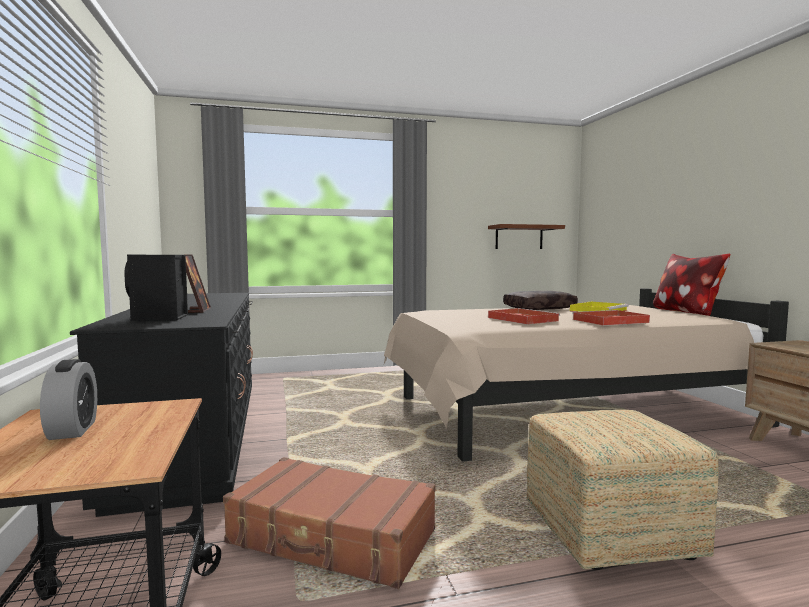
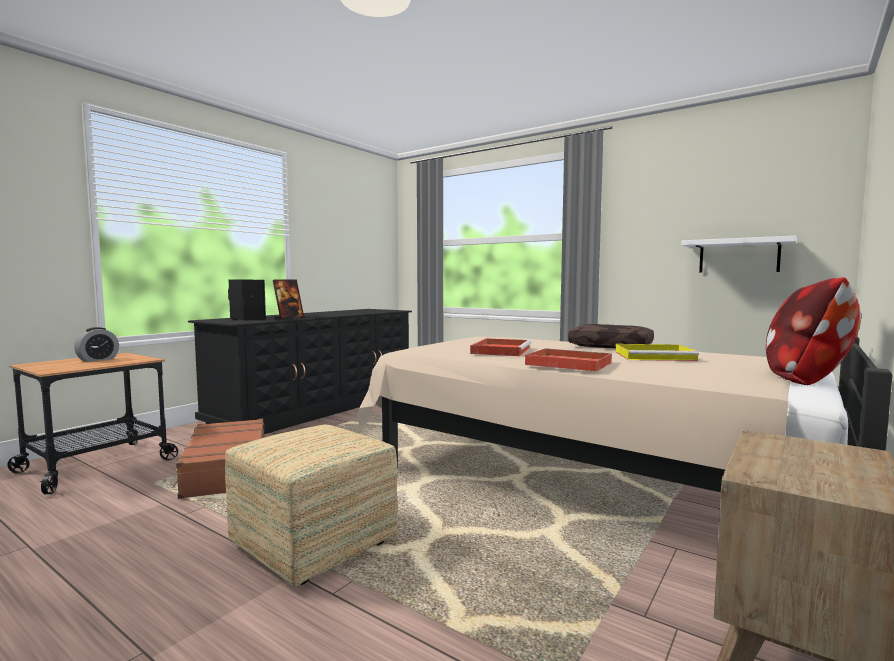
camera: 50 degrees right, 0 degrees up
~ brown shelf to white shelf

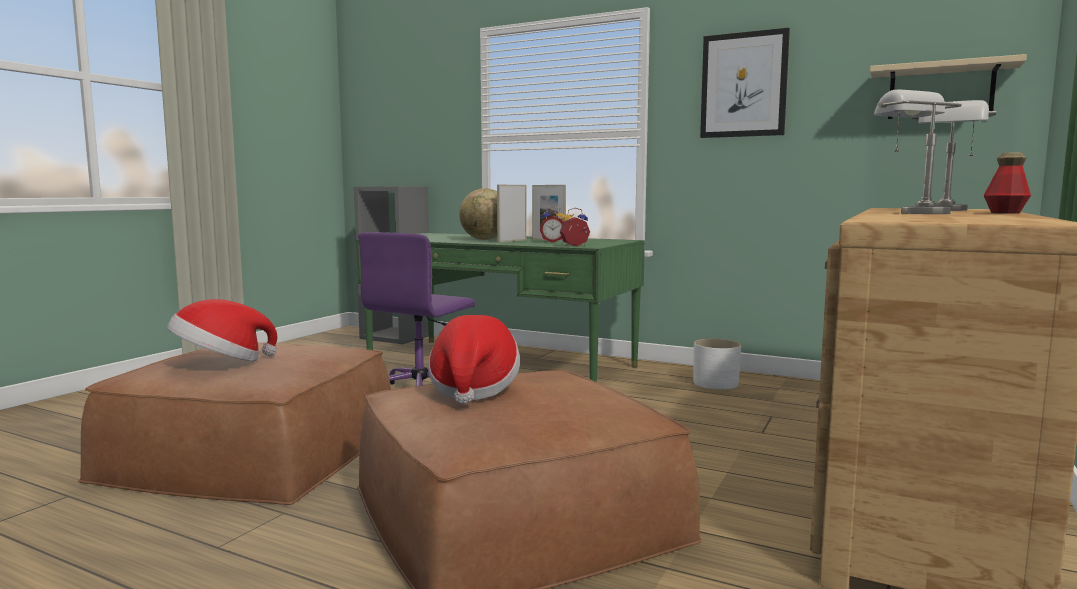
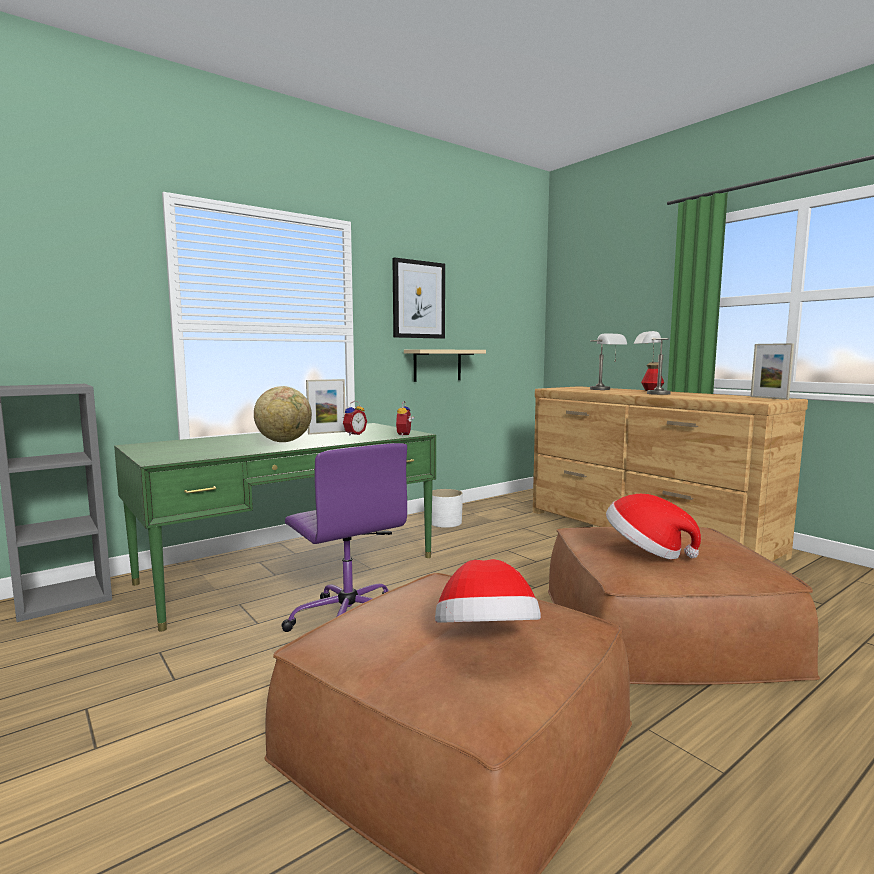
camera: 65 degrees left, 0 degrees up
~ picture frame (no. 1 from left in the first image) to picture frame (no. 2 from left)
~ beige shelf

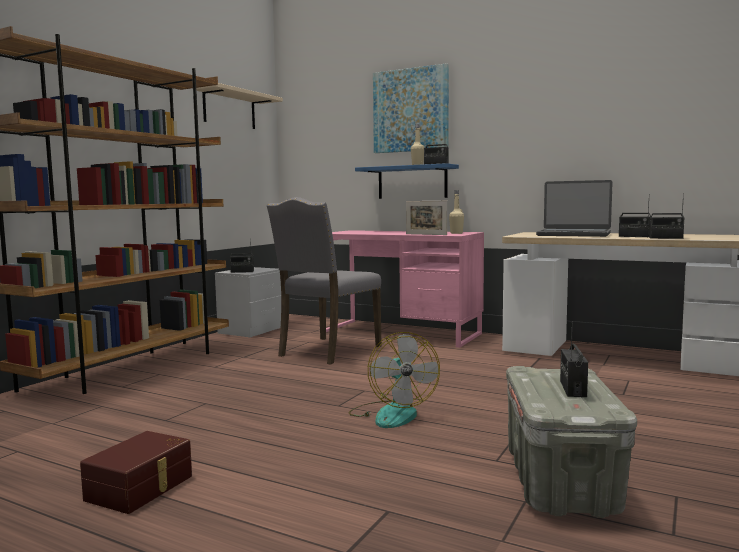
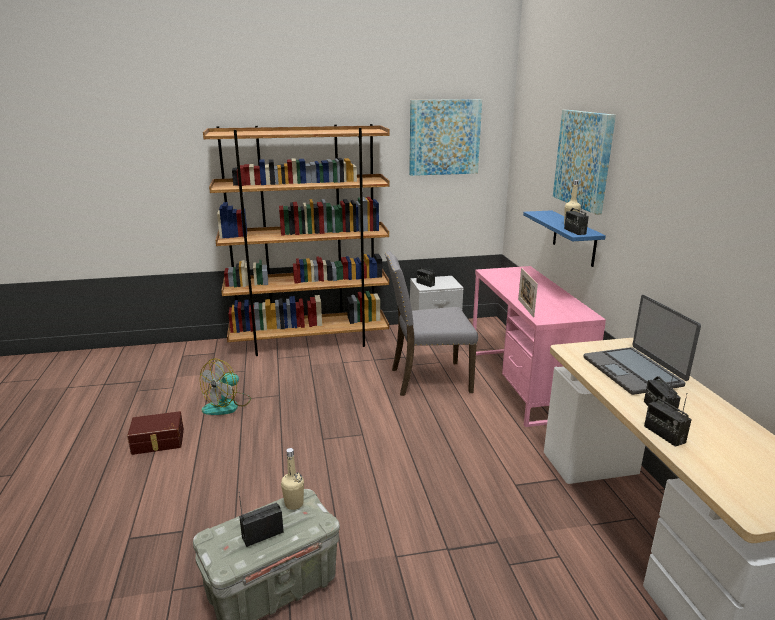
camera: 50 degrees right, 15 degrees up
~ fan
~ beige bottle (no. 2 from left in the first image) to beige bottle (no. 1 from left)
~ beige shelf to picture (no. 1 from left)

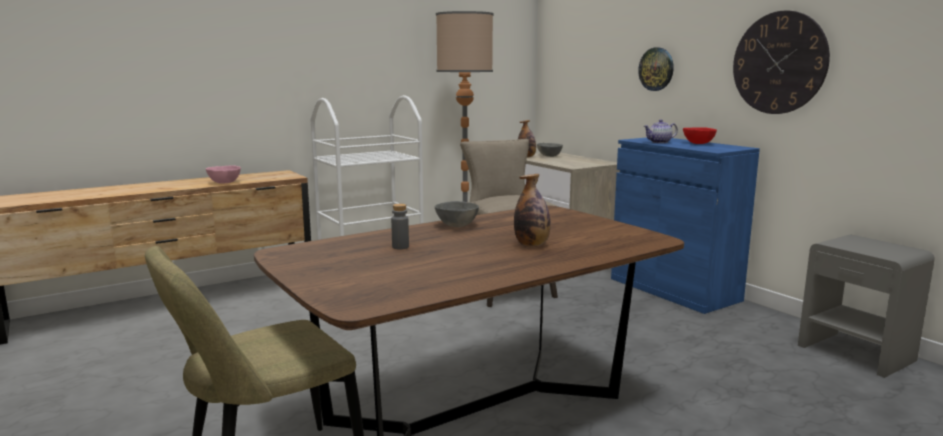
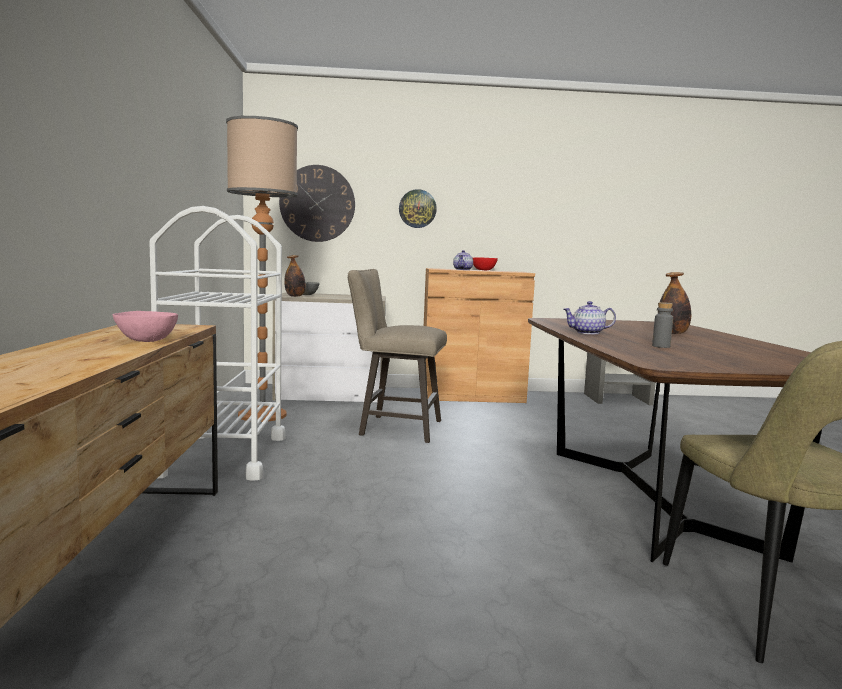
camera: 60 degrees left, 5 degrees down
~ wall clock (no. 2 from left in the first image) to wall clock (no. 1 from left)
~ grey bowl (no. 1 from left) to teapot (no. 2 from left)
~ blue cabinet to brown cabinet

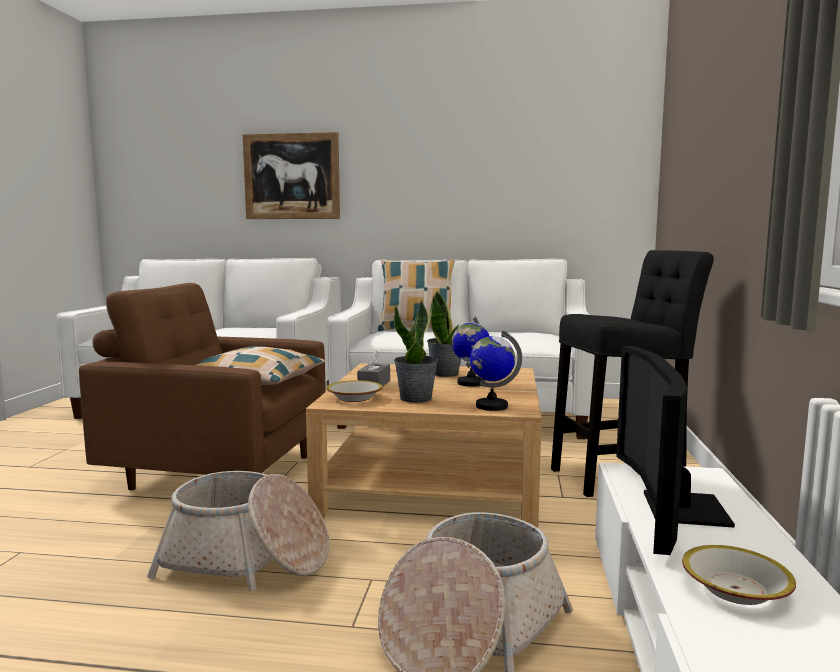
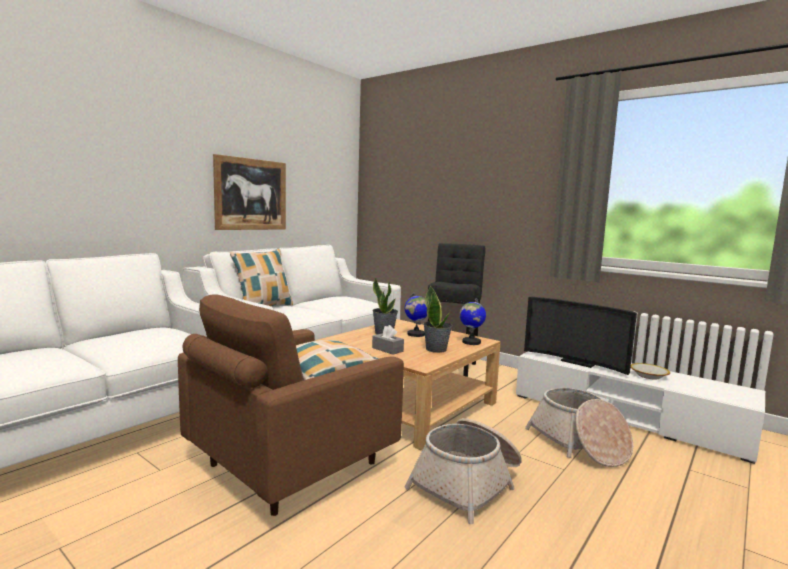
camera: 60 degrees left, 0 degrees up
- bowl (no. 1 from left)
~ picture

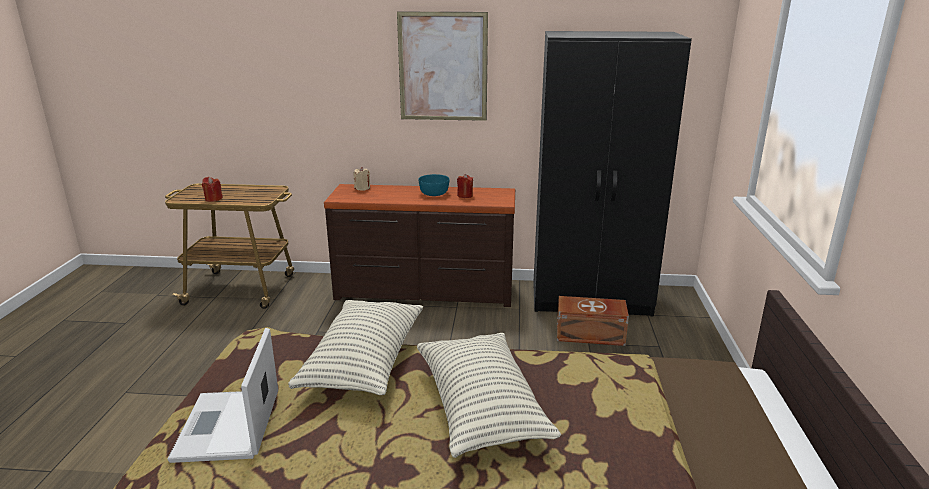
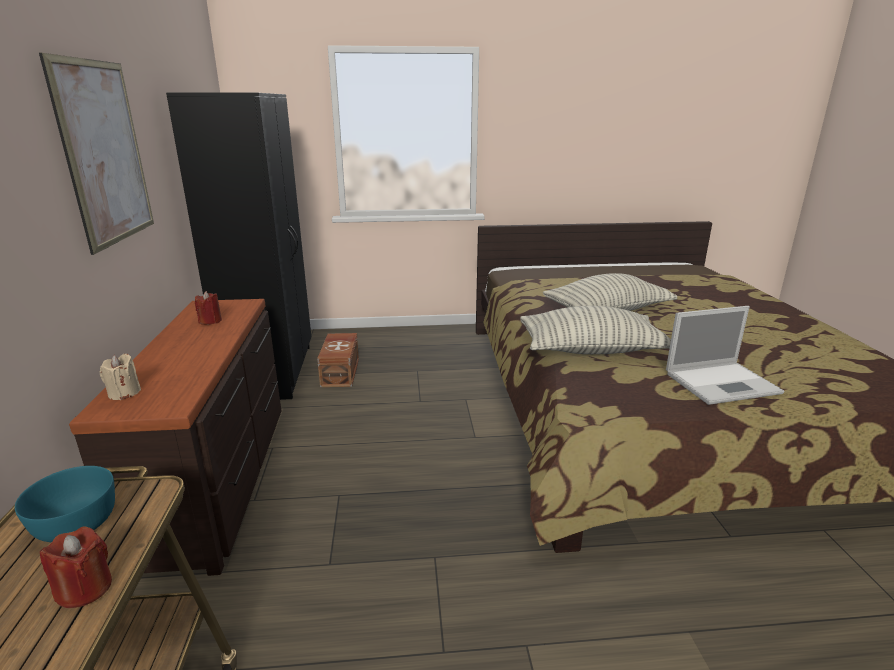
camera: 100 degrees left, 0 degrees up
~ turquoise bowl

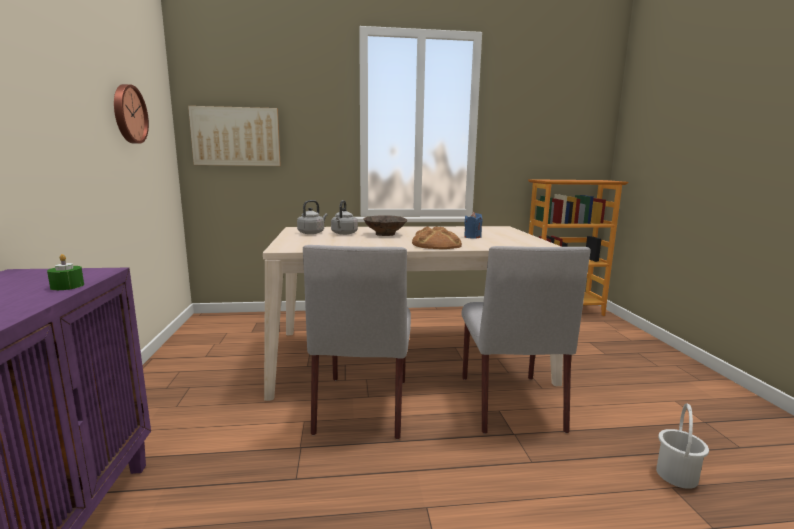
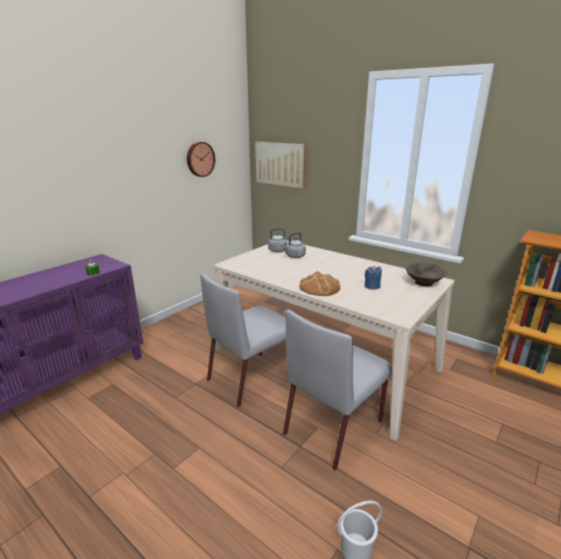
camera: 45 degrees right, 10 degrees up
~ brown bowl

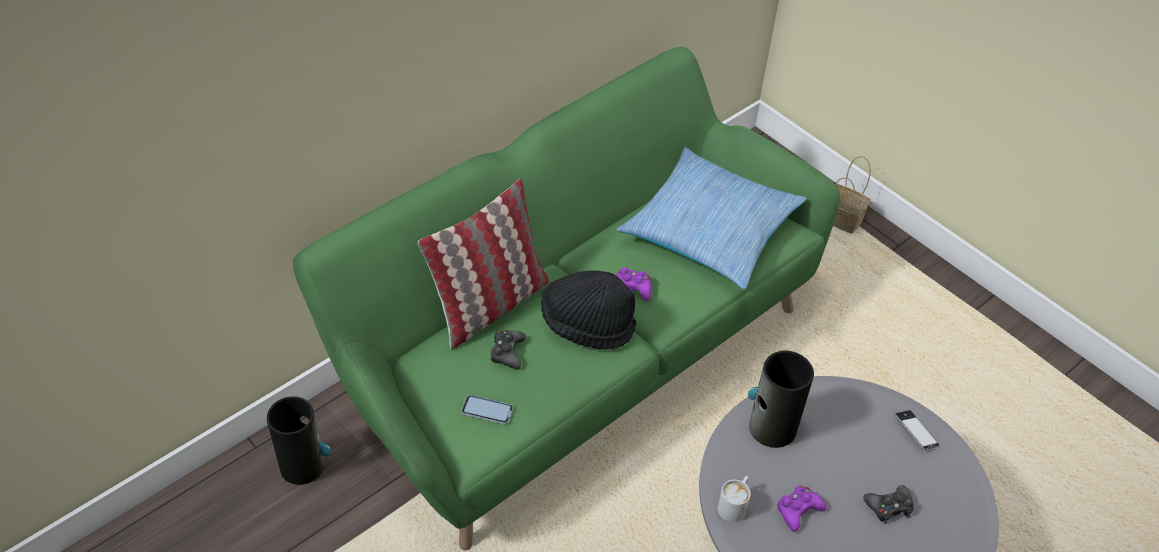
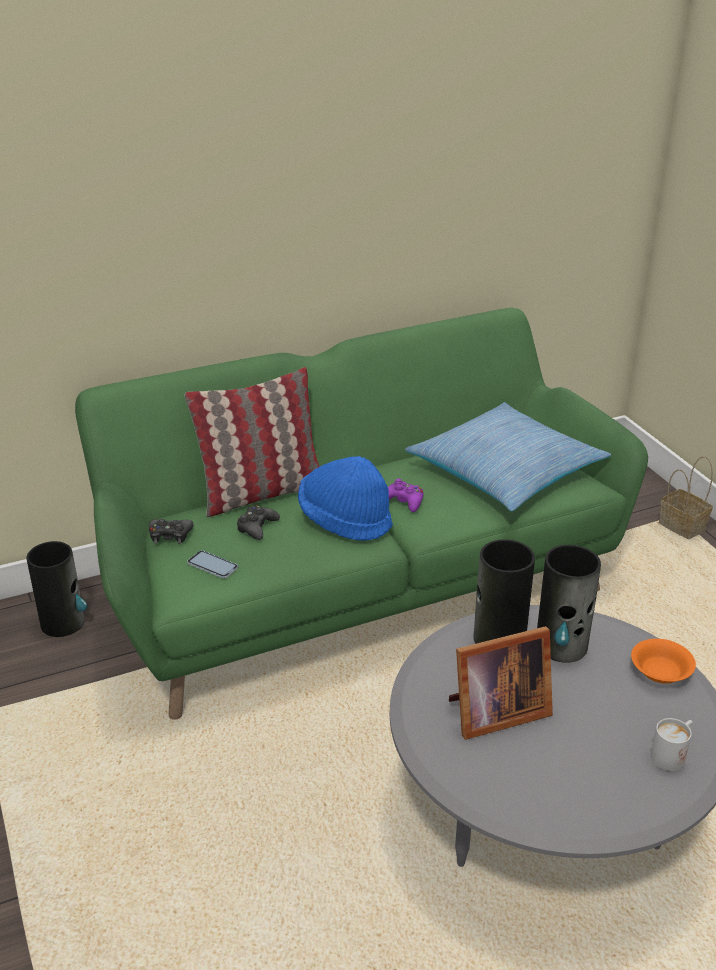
camera: 20 degrees right, 15 degrees down
+ vase (no. 3 from left)
~ white mug
~ black game controller (no. 2 from left in the first image) to black game controller (no. 1 from left)
~ purple game controller (no. 2 from left) to picture frame
~ phone (no. 2 from left) to orange bowl
~ black hat to blue hat

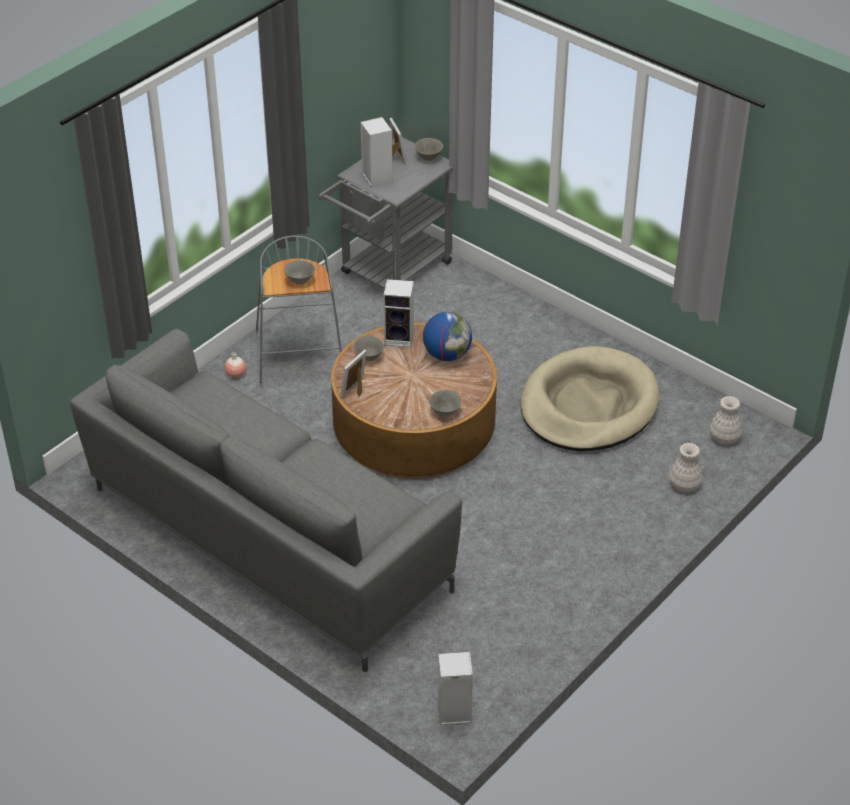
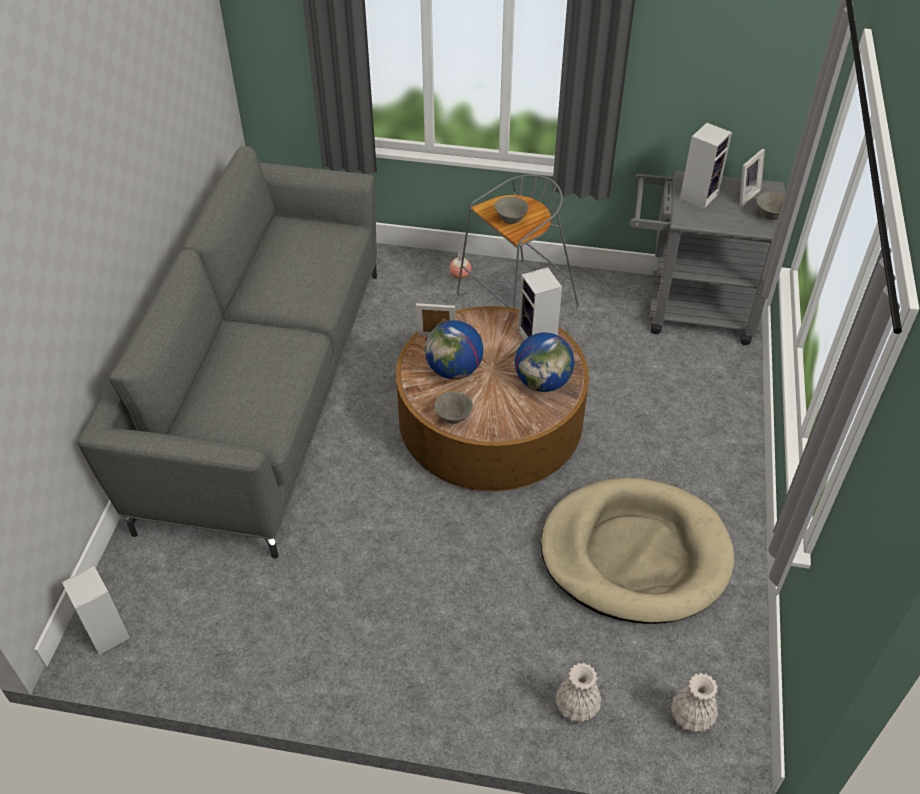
camera: 60 degrees right, 5 degrees up
- grey bowl (no. 2 from left)
+ globe (no. 1 from left)

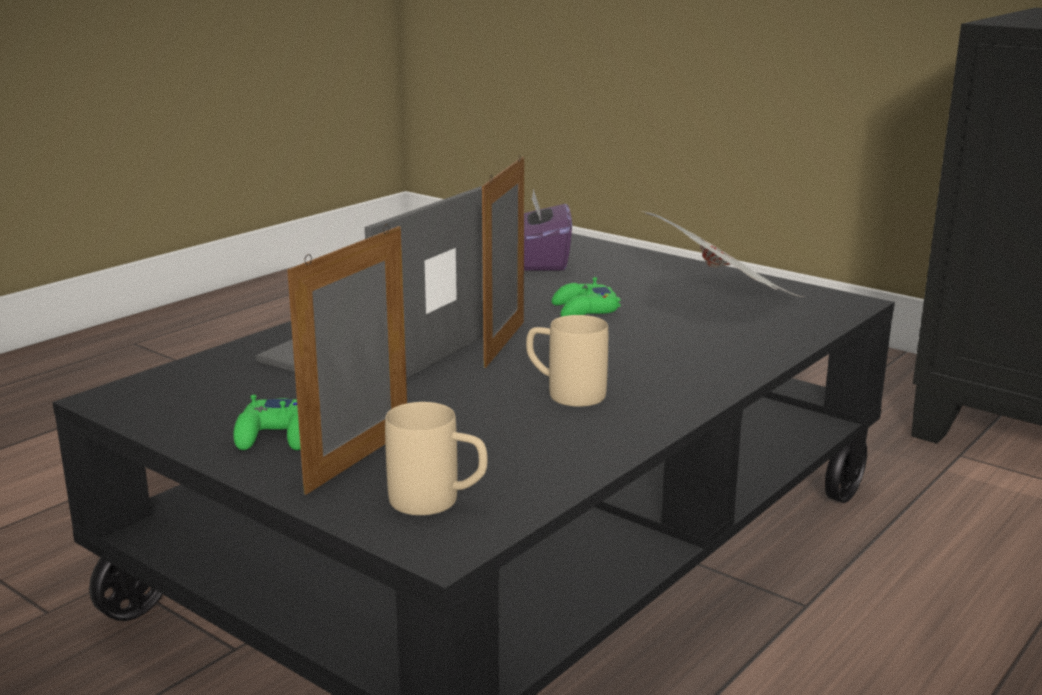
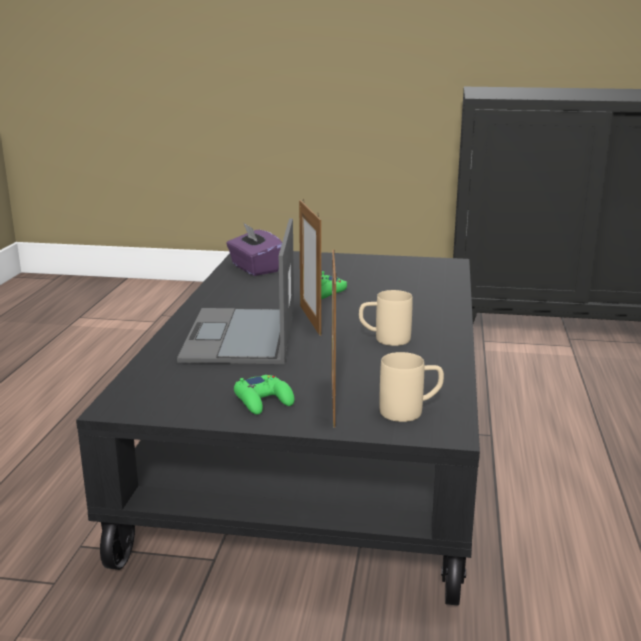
camera: 30 degrees left, 0 degrees up
- newspaper

